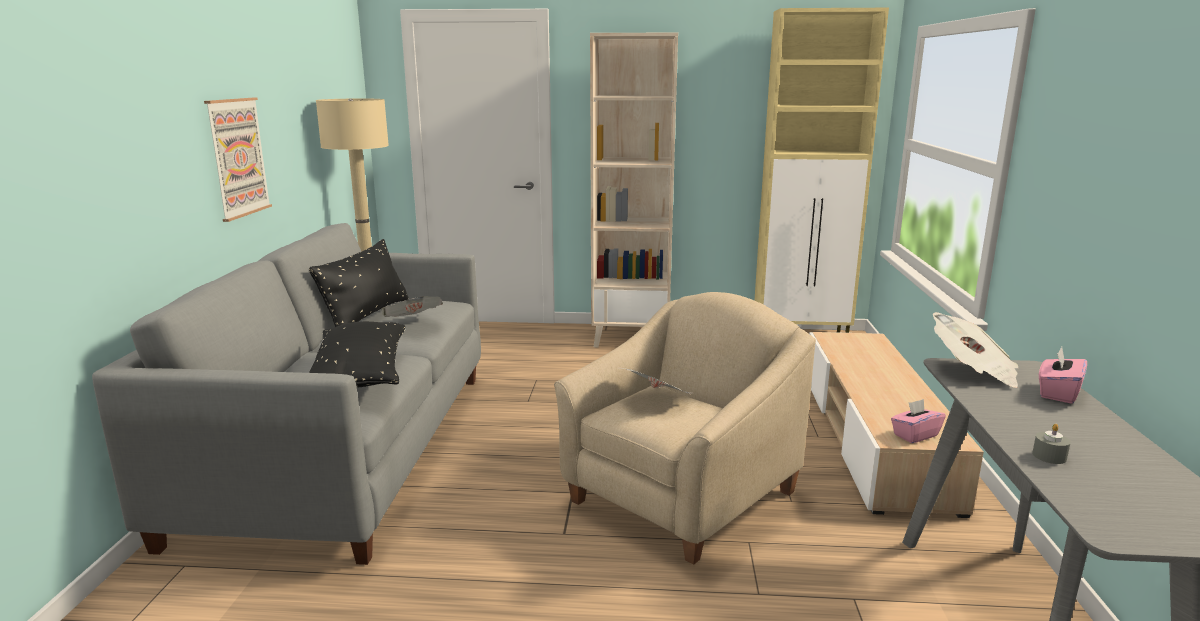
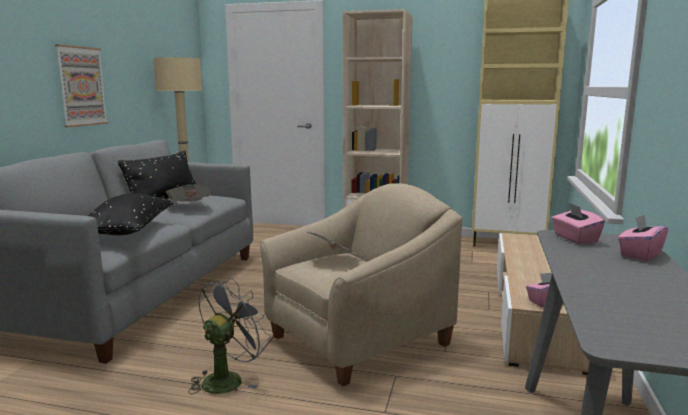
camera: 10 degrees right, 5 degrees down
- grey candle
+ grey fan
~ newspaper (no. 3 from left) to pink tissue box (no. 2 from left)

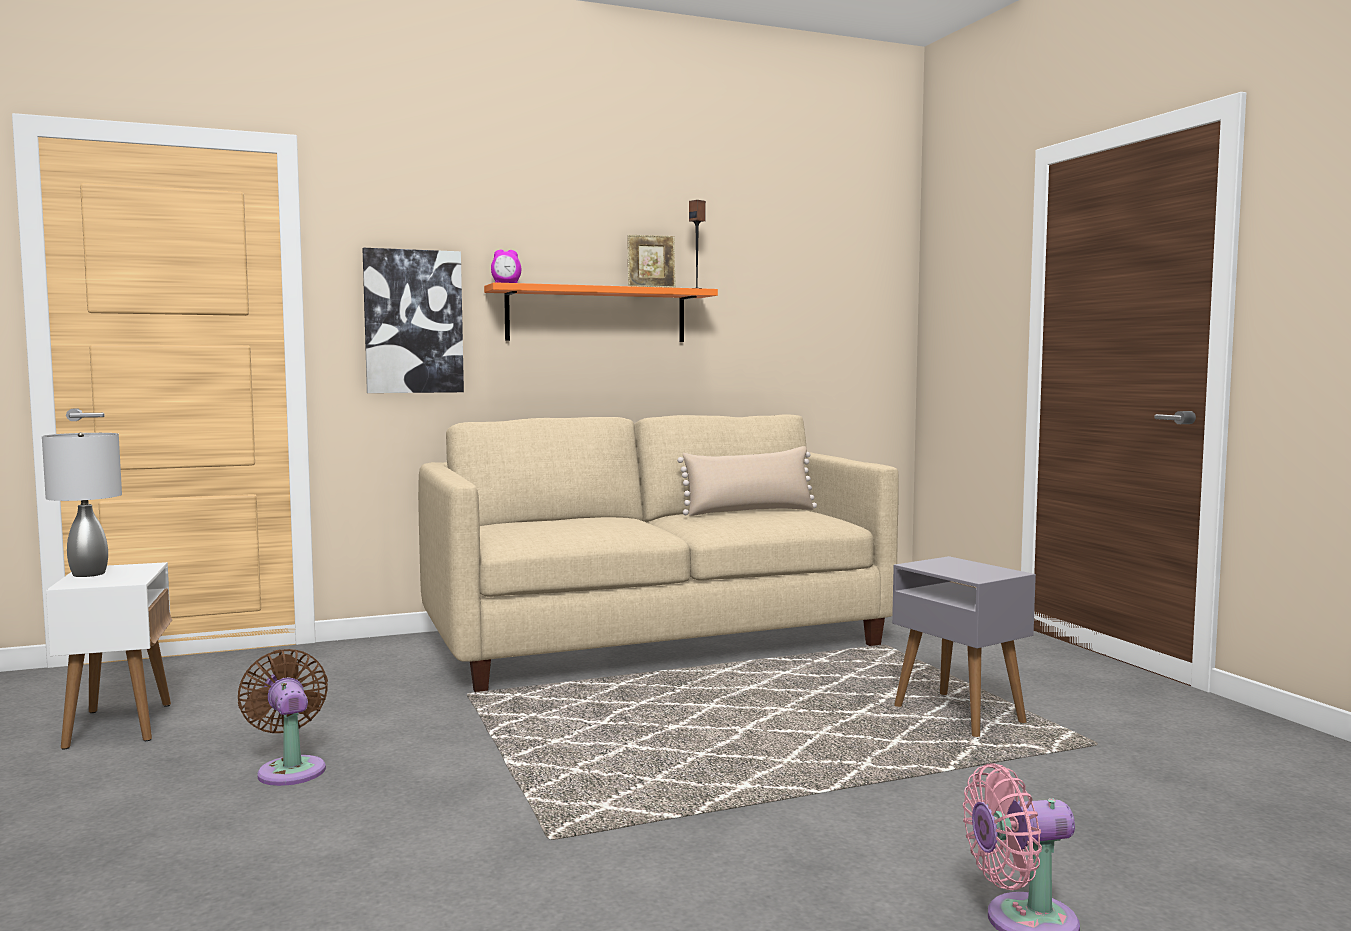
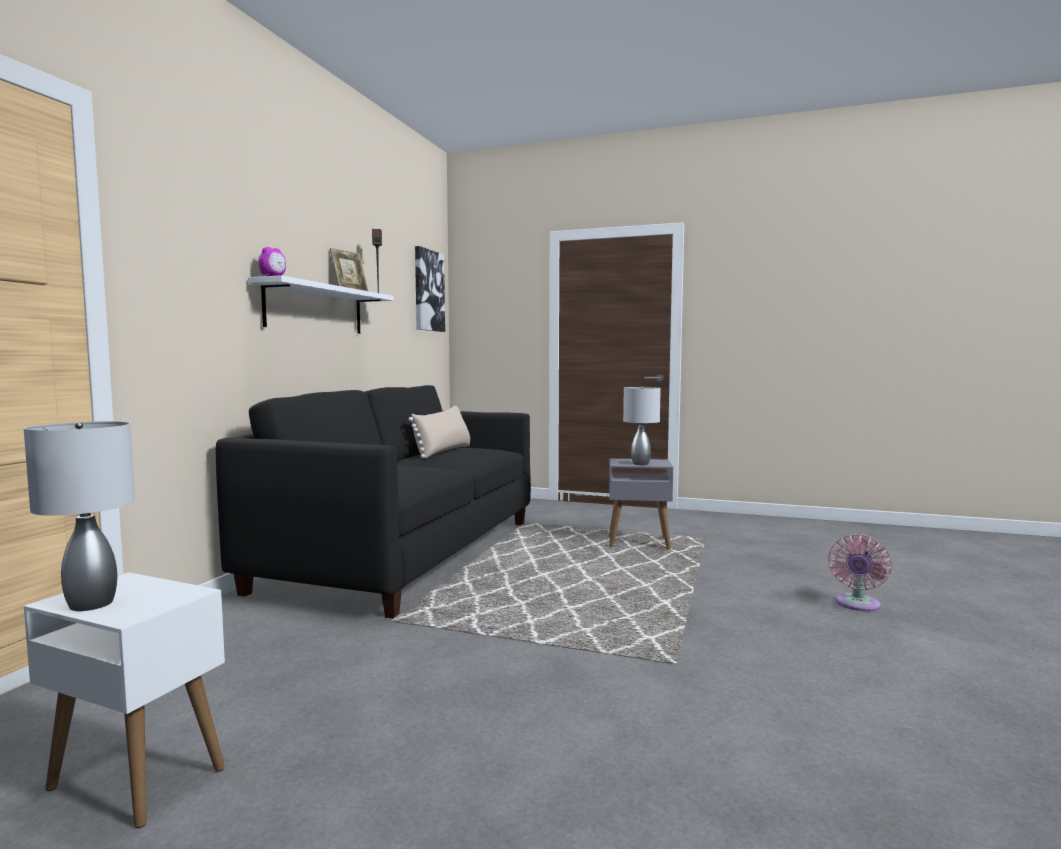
camera: 50 degrees left, 0 degrees up
- brown fan
+ grey table lamp (no. 2 from left)
~ picture
~ beige sofa to black sofa
~ orange shelf to white shelf

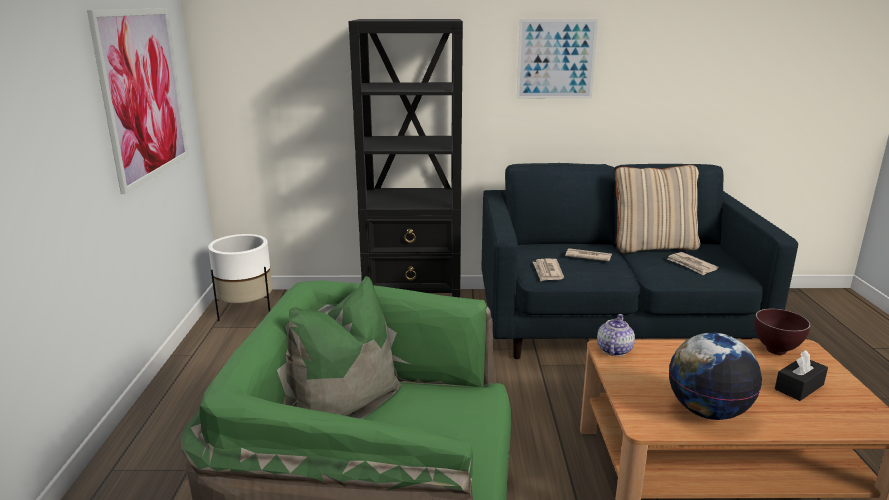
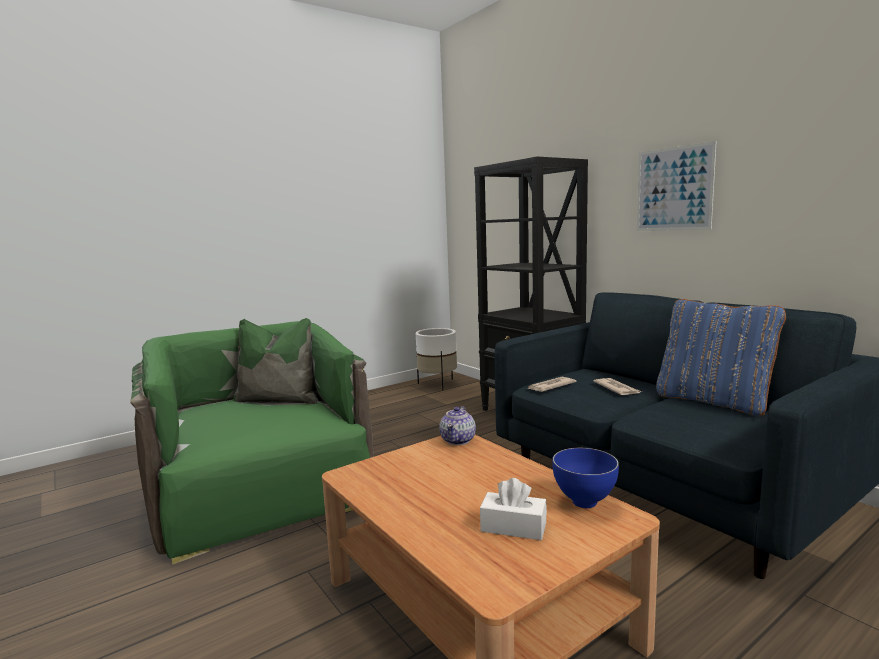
camera: 55 degrees right, 10 degrees down
- picture (no. 1 from left)
- newspaper (no. 3 from left)
- globe
~ beige pillow to blue pillow
~ brown bowl to blue bowl
~ black tissue box to white tissue box
~ teapot 120 degrees clockwise

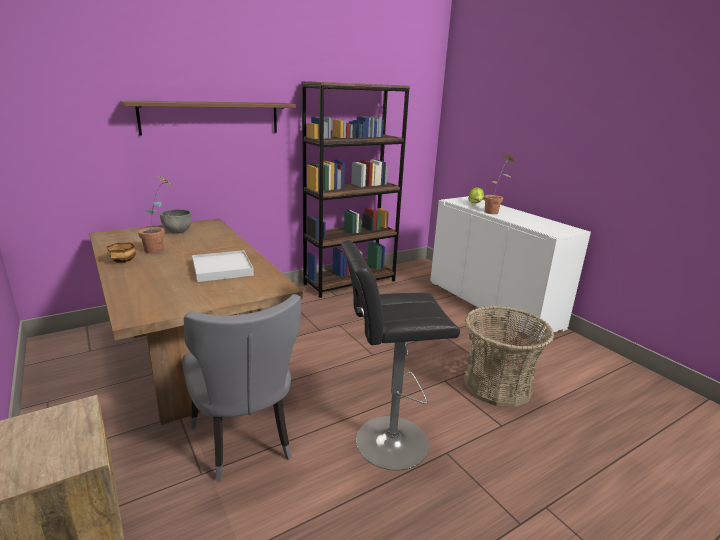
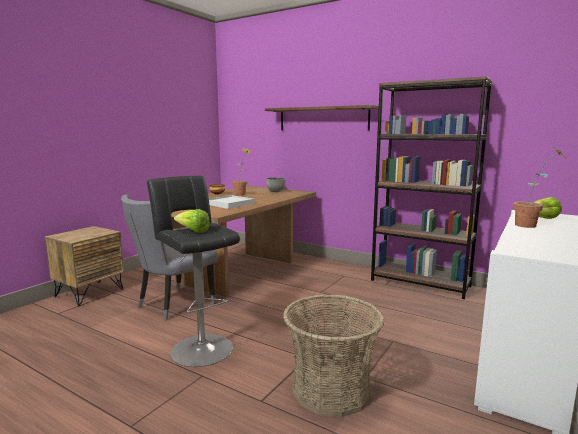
camera: 65 degrees right, 10 degrees down
+ lettuce (no. 1 from left)

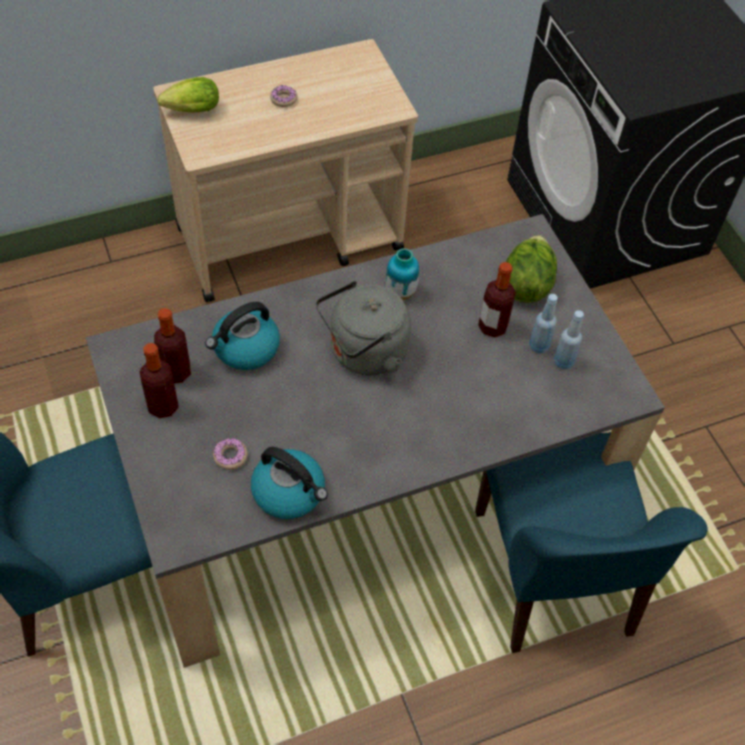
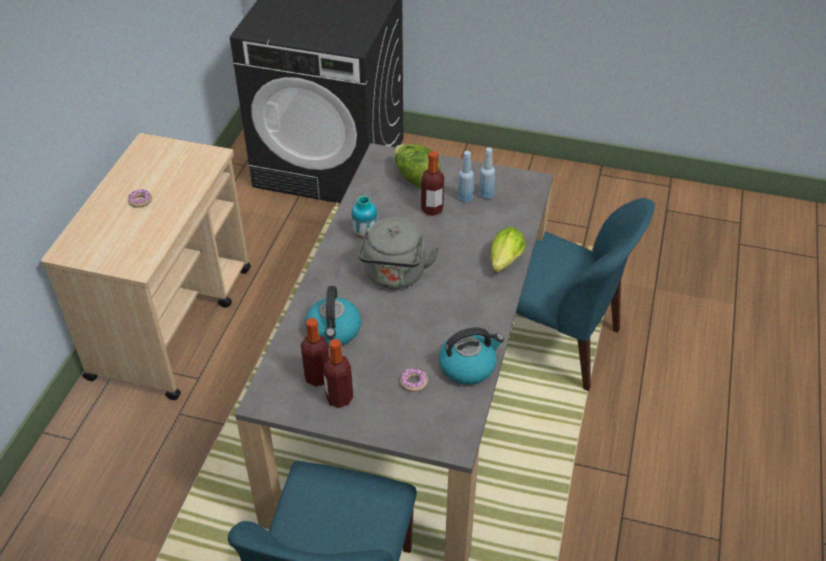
camera: 50 degrees left, 10 degrees down
~ lettuce (no. 1 from left in the first image) to lettuce (no. 2 from left)

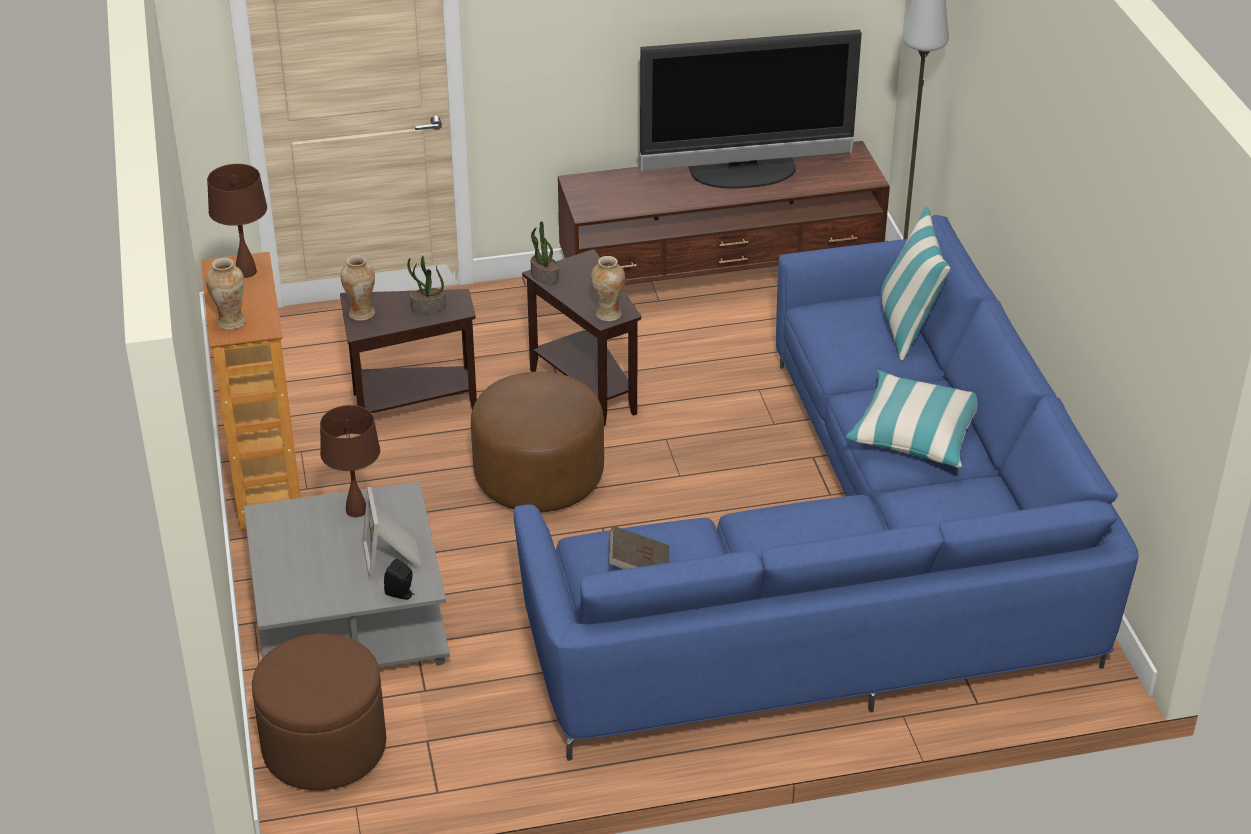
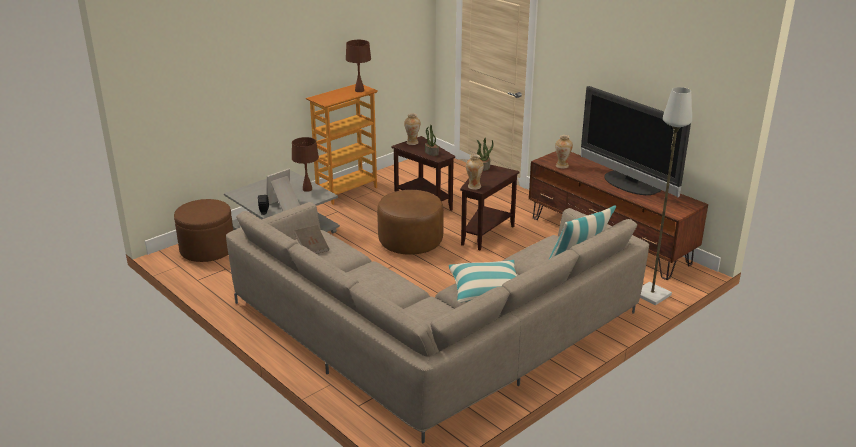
camera: 60 degrees right, 10 degrees down
~ vase (no. 1 from left in the first image) to vase (no. 3 from left)
~ blue sofa to beige sofa

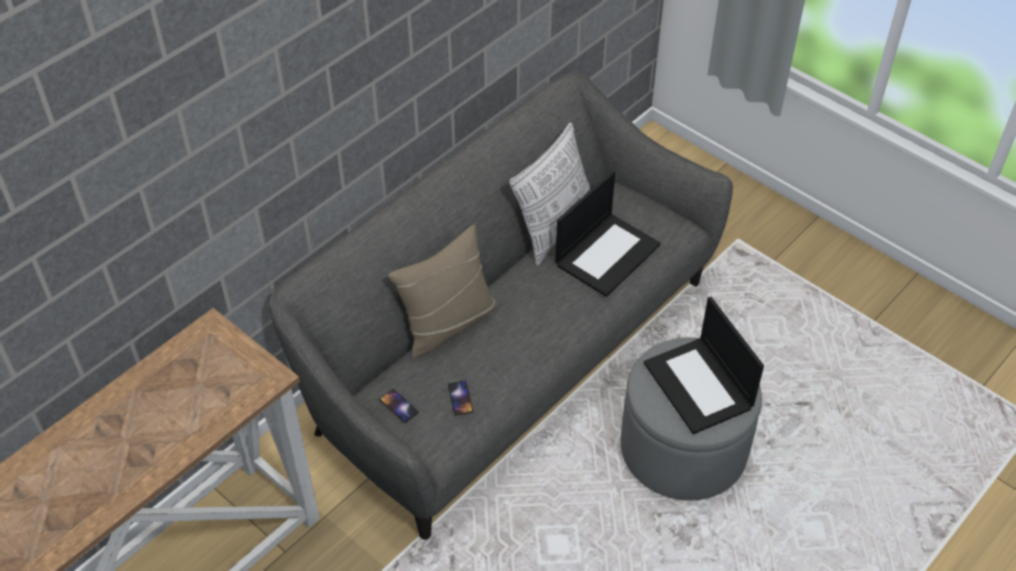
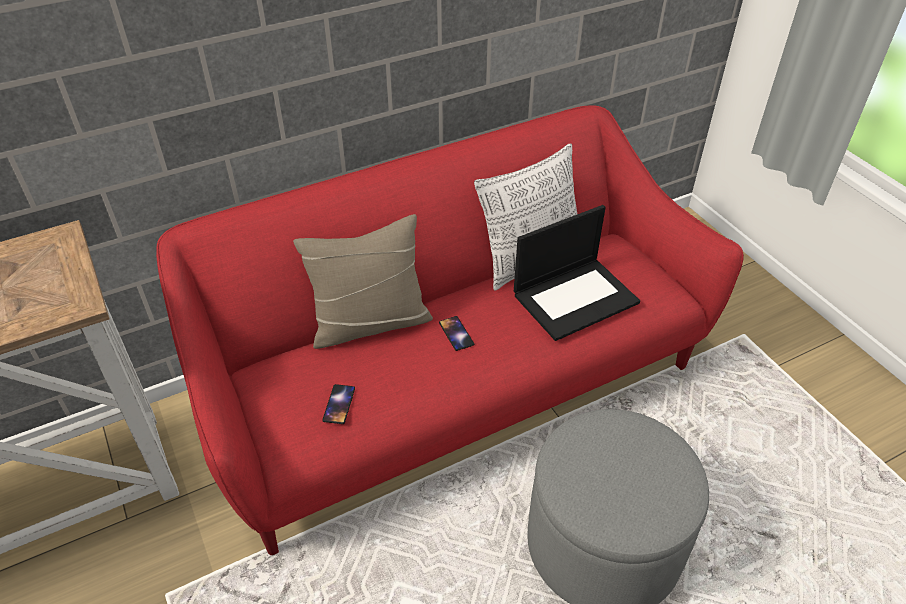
camera: 20 degrees right, 5 degrees down
- laptop (no. 2 from left)
~ phone (no. 1 from left in the first image) to phone (no. 2 from left)
~ grey sofa to red sofa

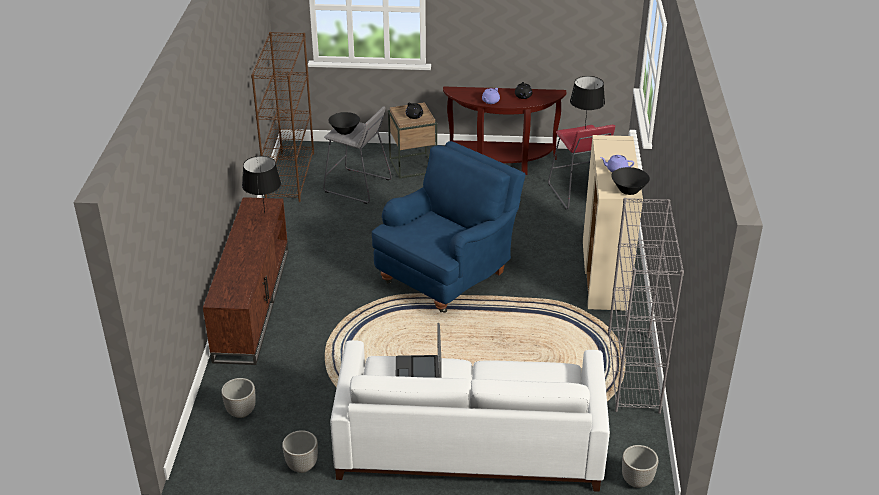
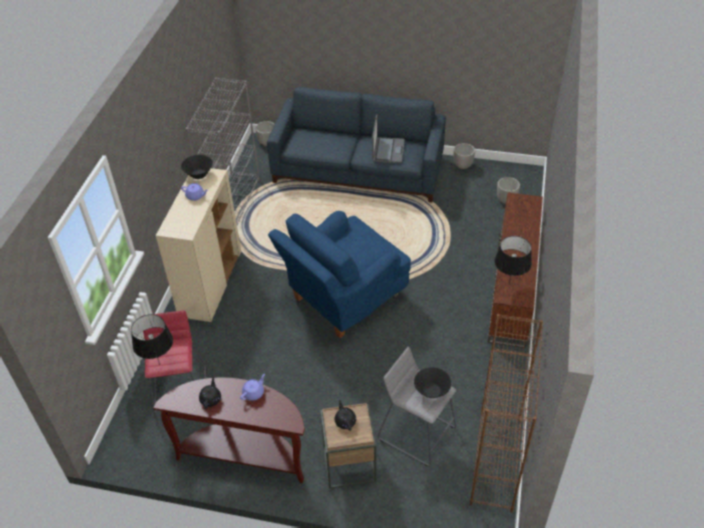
camera: 170 degrees left, 10 degrees up
~ white sofa to blue sofa

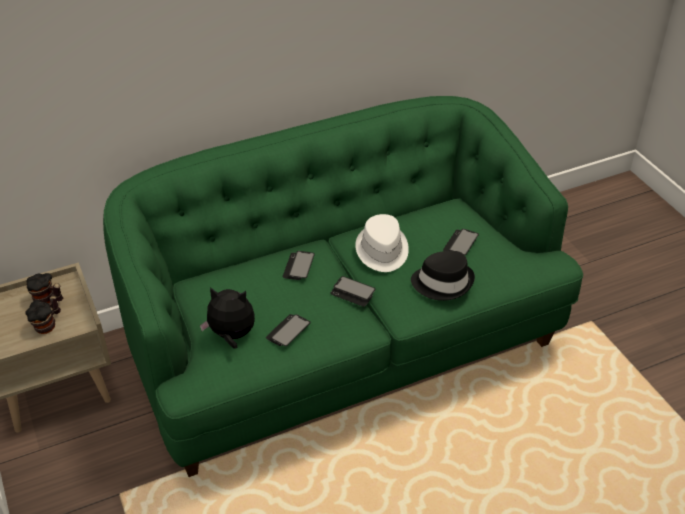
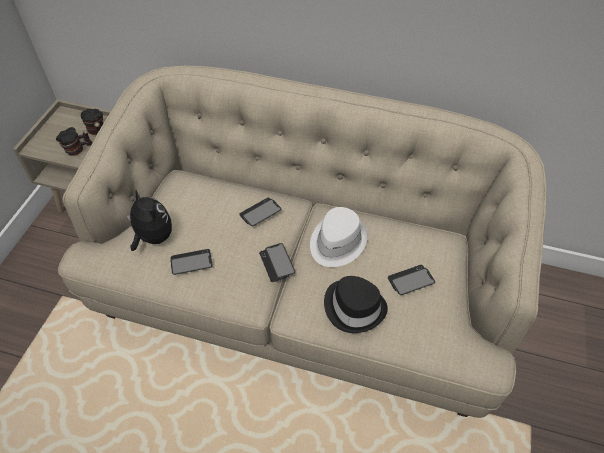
camera: 40 degrees right, 10 degrees up
~ green sofa to beige sofa

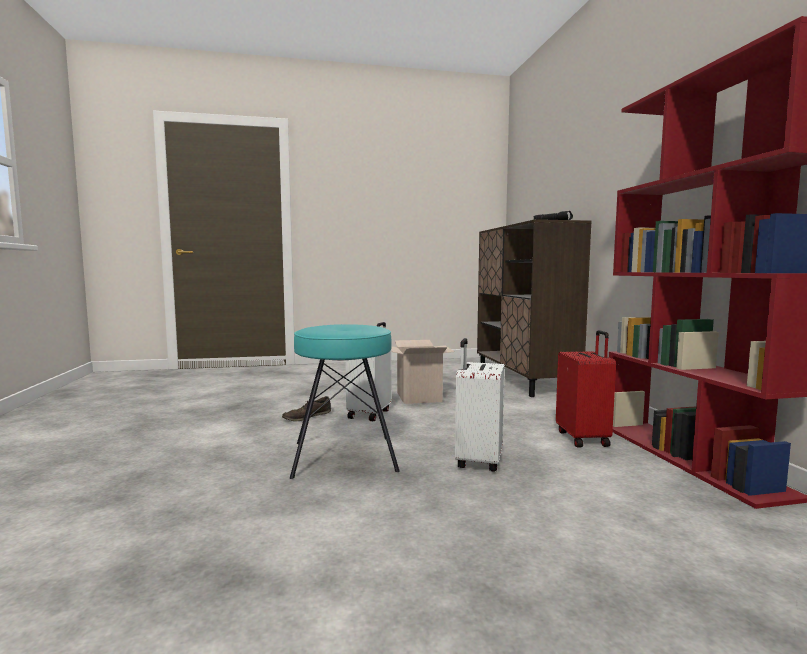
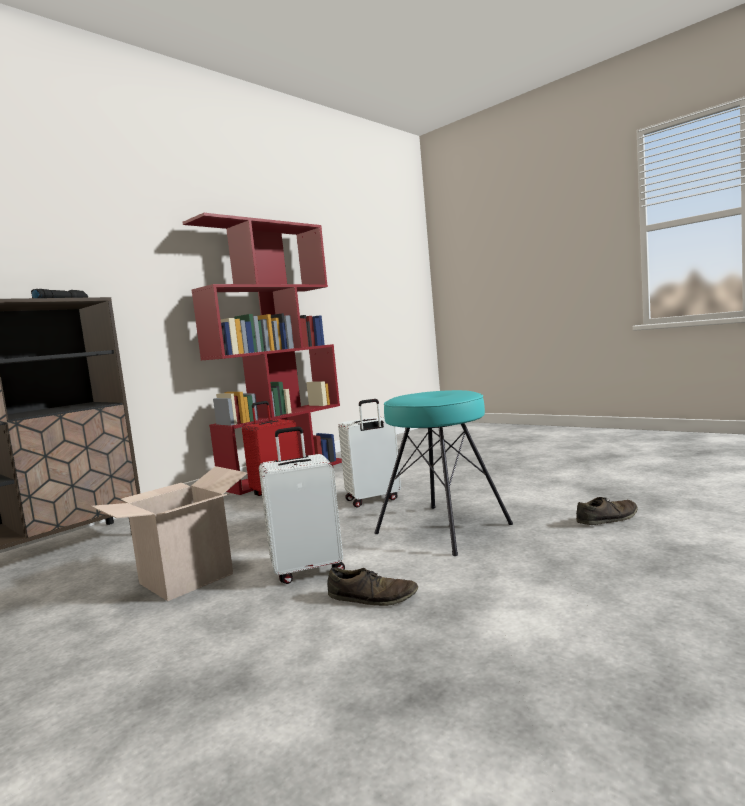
camera: 125 degrees left, 0 degrees up
+ brown shoe (no. 2 from left)

